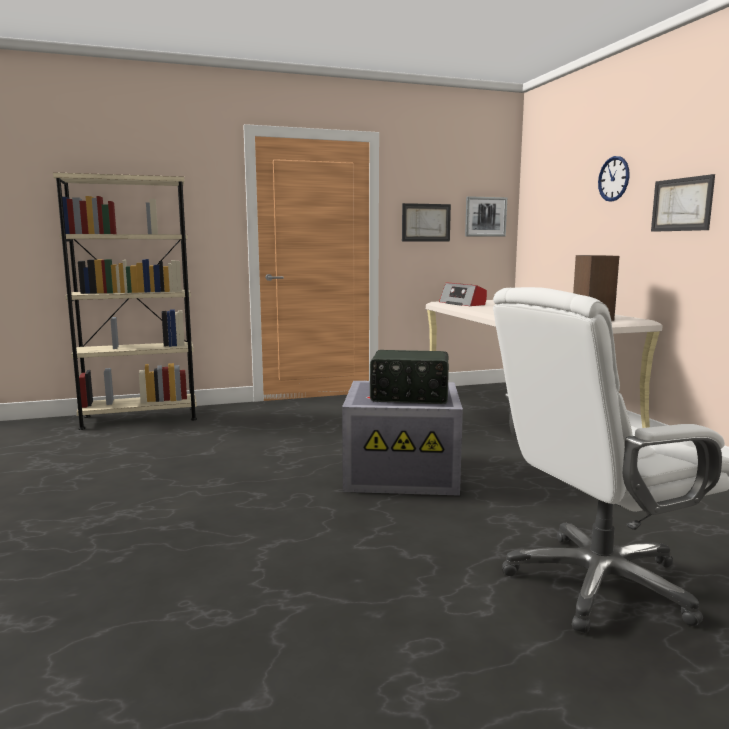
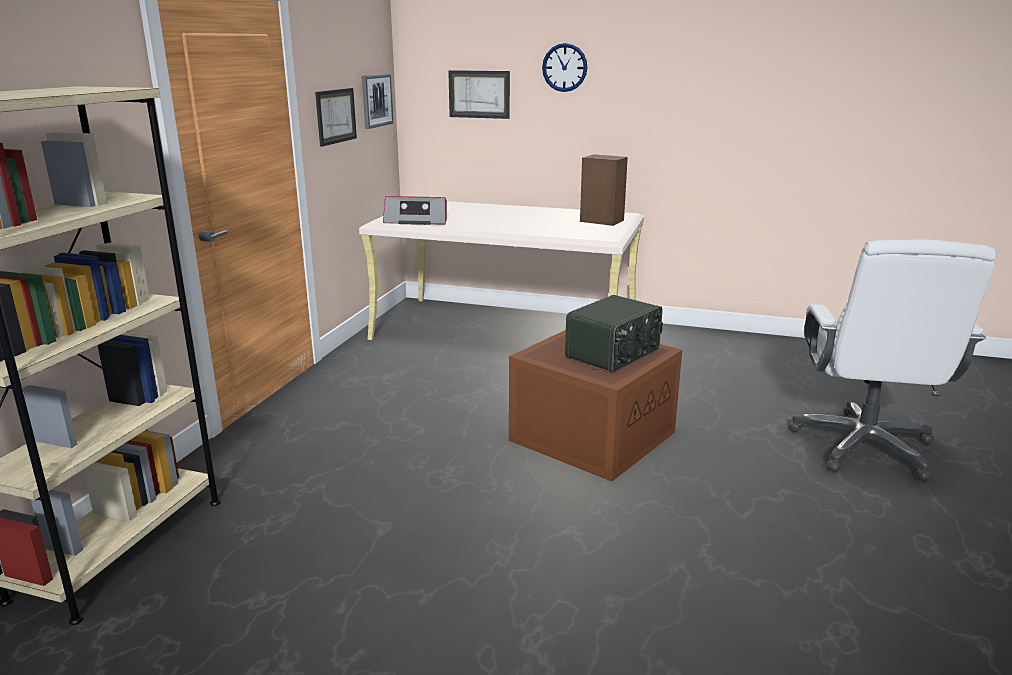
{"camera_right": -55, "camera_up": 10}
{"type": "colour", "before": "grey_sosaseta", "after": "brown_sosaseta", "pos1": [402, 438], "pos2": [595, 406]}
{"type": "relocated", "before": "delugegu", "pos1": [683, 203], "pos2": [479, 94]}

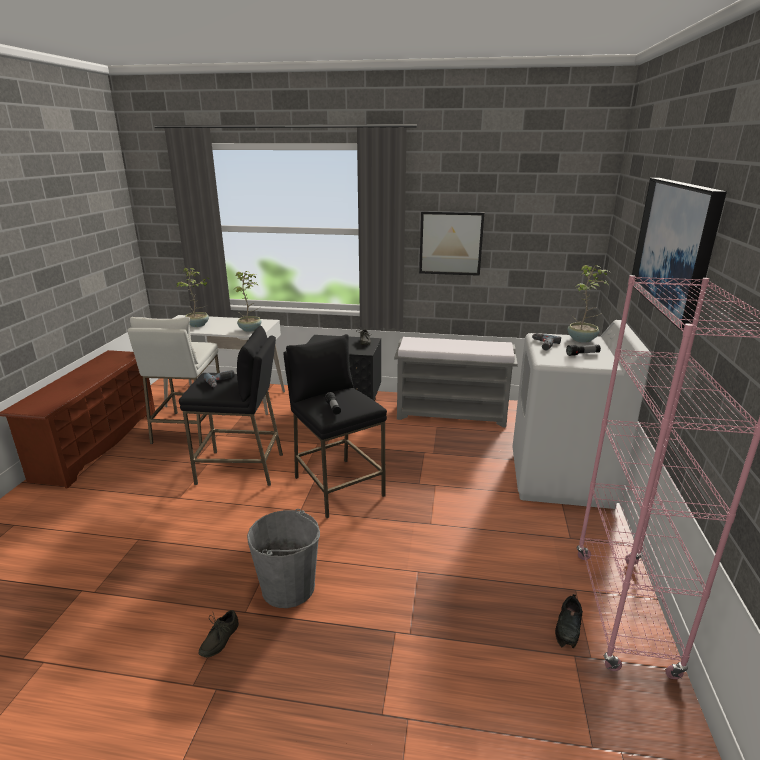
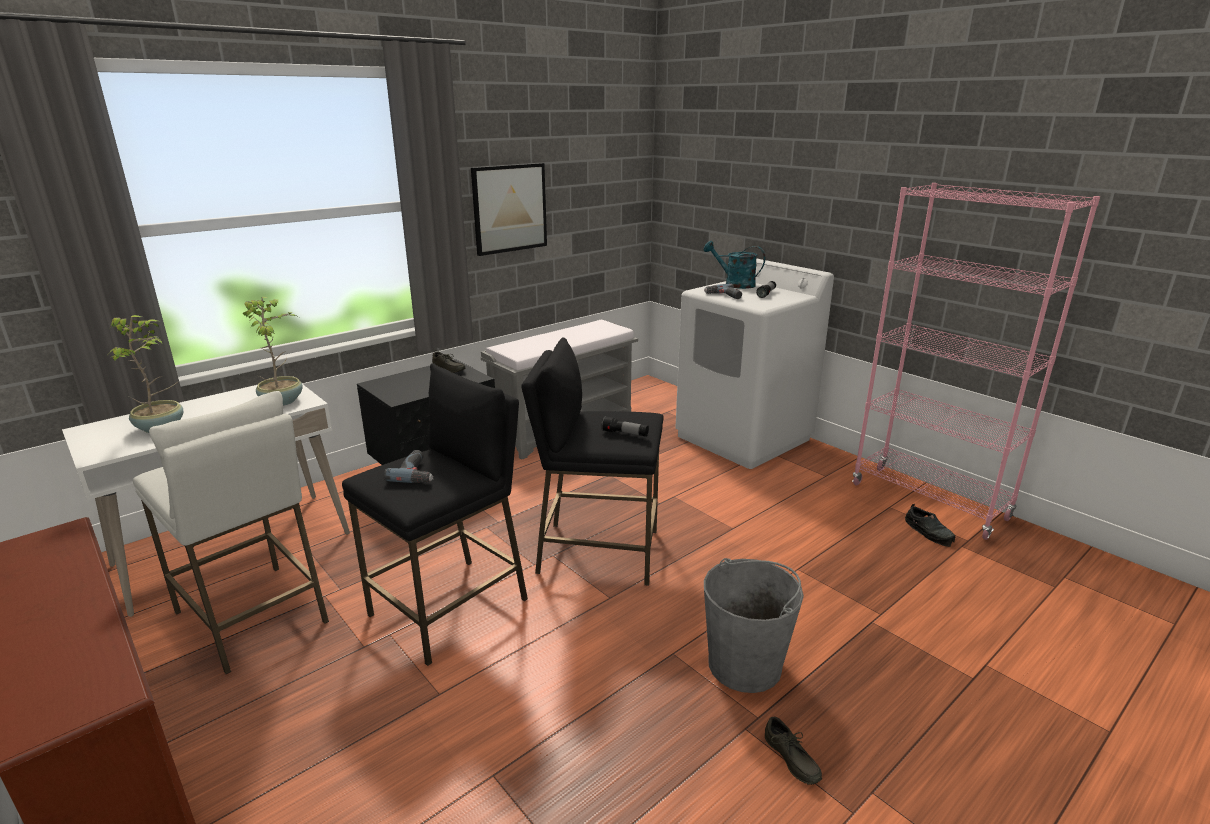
{"camera_right": -50, "camera_up": 0}
{"type": "exchanged", "before": "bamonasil", "after": "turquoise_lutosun", "pos1": [588, 304], "pos2": [734, 265]}
{"type": "missing", "before": "delugegu", "pos1": [679, 254]}

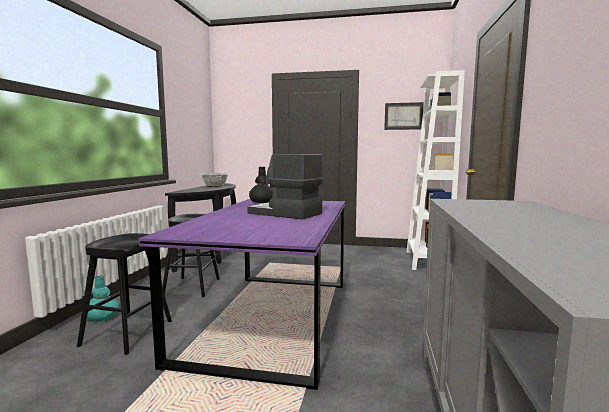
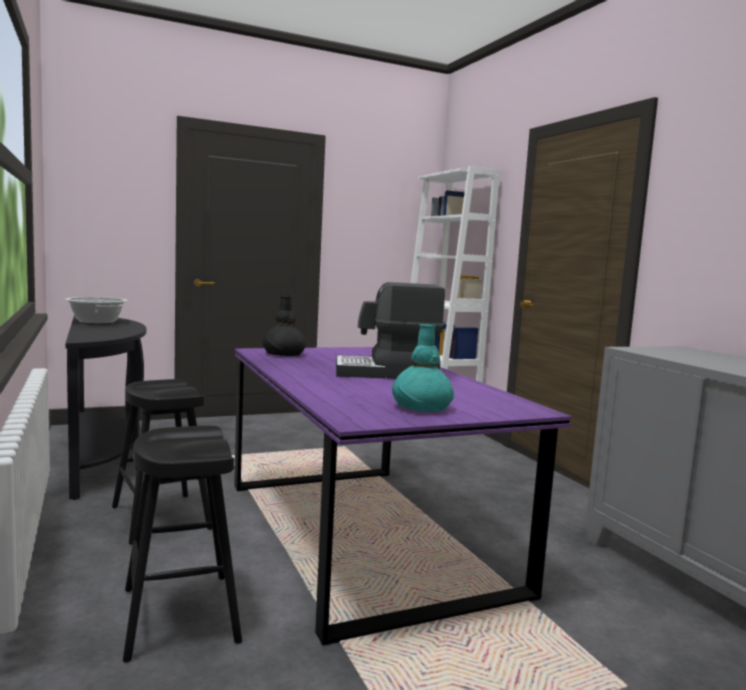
{"camera_right": -35, "camera_up": 0}
{"type": "relocated", "before": "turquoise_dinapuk", "pos1": [103, 299], "pos2": [423, 367]}
{"type": "missing", "before": "delugegu", "pos1": [404, 116]}

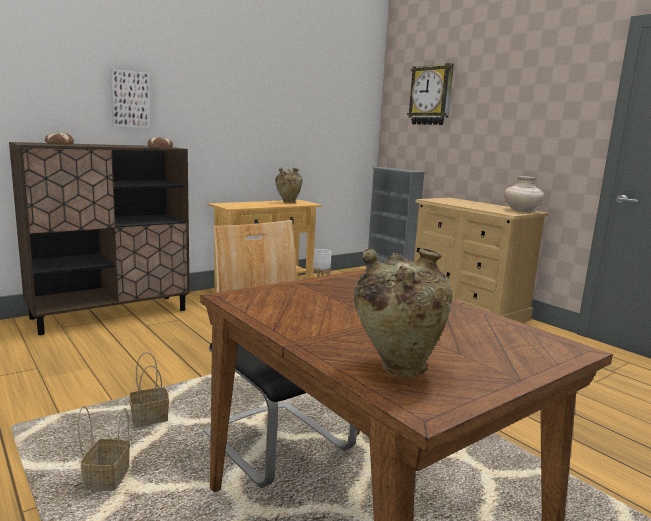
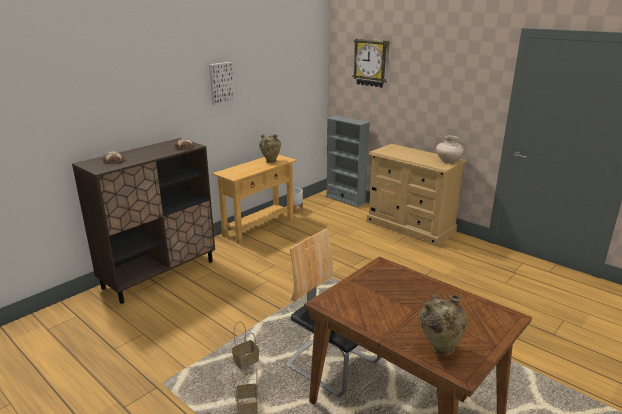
{"camera_right": -10, "camera_up": 10}
{"type": "relocated", "before": "delugegu", "pos1": [130, 98], "pos2": [222, 83]}

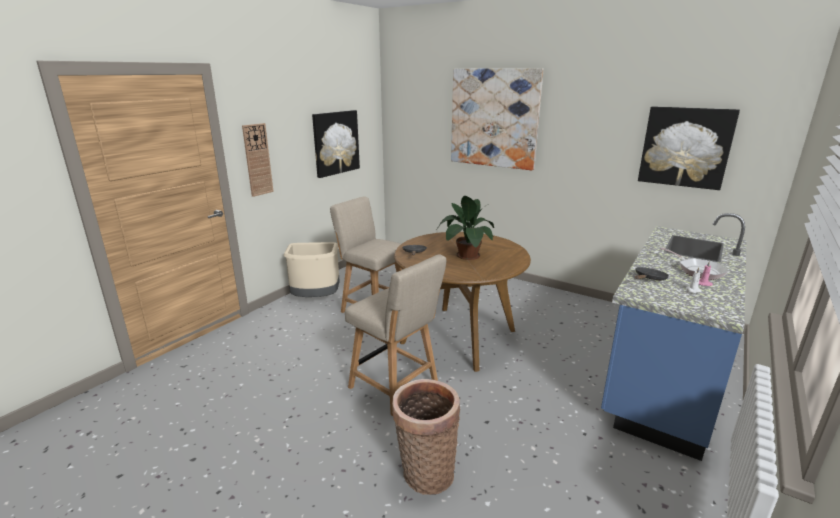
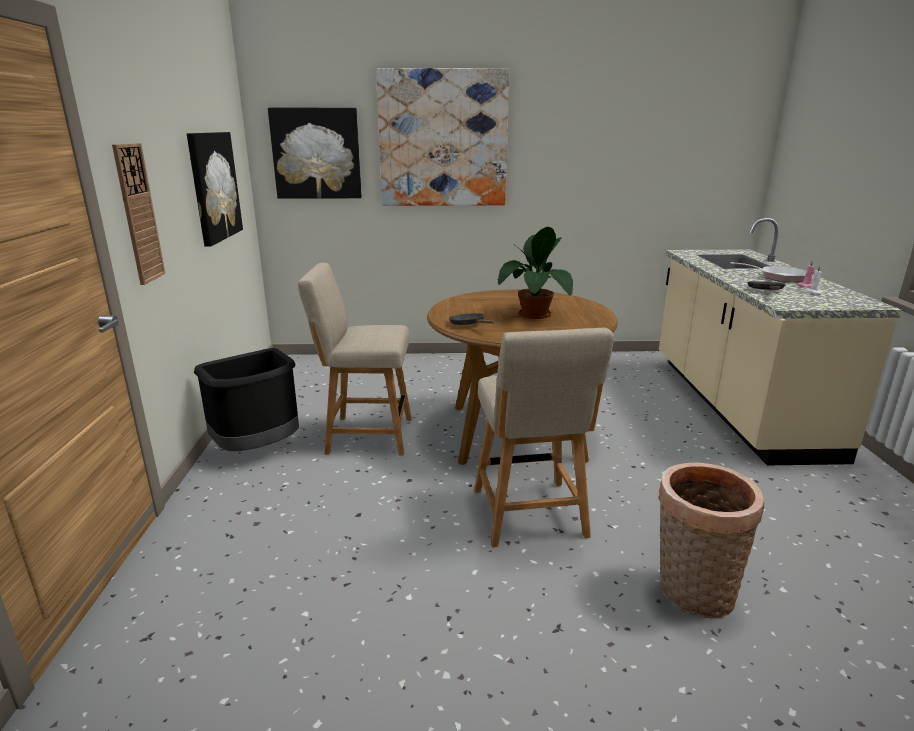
{"camera_right": -35, "camera_up": 0}
{"type": "colour", "before": "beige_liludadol", "after": "black_liludadol", "pos1": [312, 269], "pos2": [246, 399]}
{"type": "spun", "before": "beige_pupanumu", "pos1": [395, 335], "pos2": [544, 437], "turn": 75}
{"type": "colour", "before": "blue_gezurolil", "after": "beige_gezurolil", "pos1": [674, 337], "pos2": [780, 341]}
{"type": "relocated", "before": "delugegu", "pos1": [689, 148], "pos2": [315, 153]}

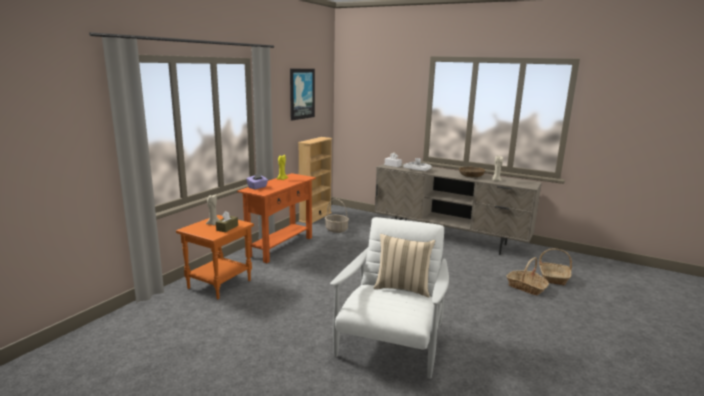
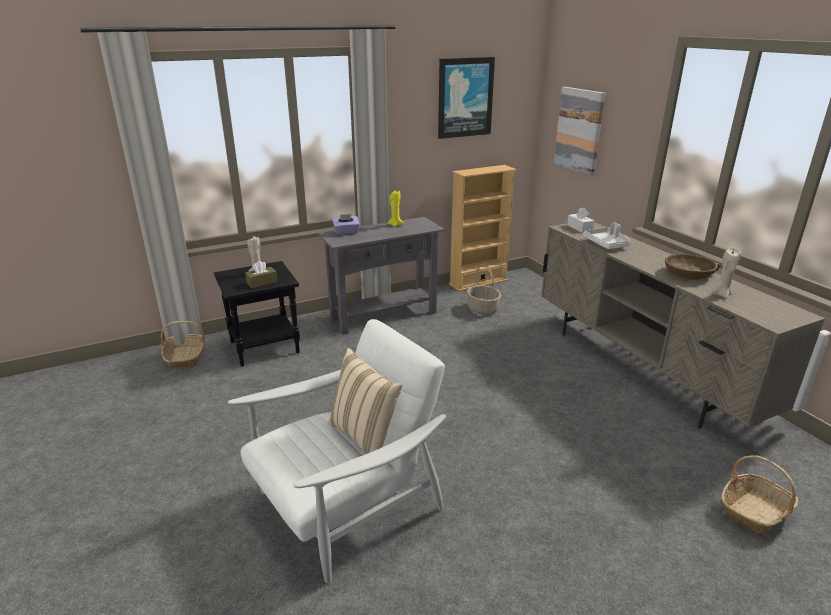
{"camera_right": 35, "camera_up": 10}
{"type": "colour", "before": "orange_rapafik", "after": "black_rapafik", "pos1": [215, 257], "pos2": [257, 314]}
{"type": "colour", "before": "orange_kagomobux", "after": "grey_kagomobux", "pos1": [276, 218], "pos2": [381, 276]}
{"type": "relocated", "before": "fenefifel", "pos1": [528, 276], "pos2": [183, 344]}
{"type": "appeared", "after": "delugegu", "pos2": [579, 131]}

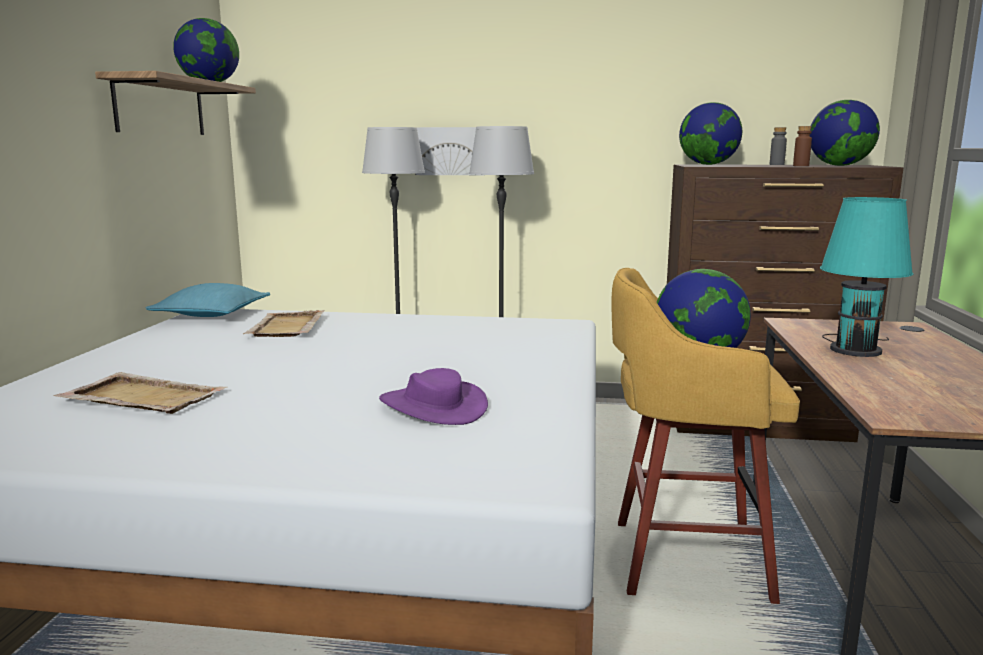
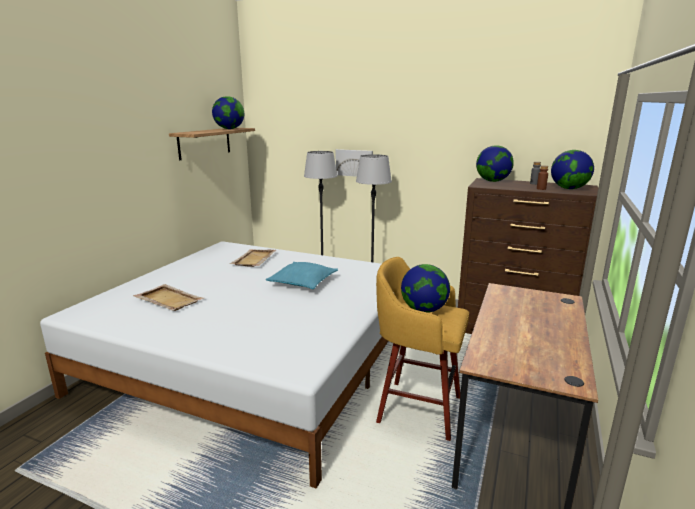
{"camera_right": 15, "camera_up": 5}
{"type": "relocated", "before": "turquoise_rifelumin", "pos1": [208, 300], "pos2": [302, 275]}
{"type": "missing", "before": "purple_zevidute", "pos1": [433, 396]}
{"type": "missing", "before": "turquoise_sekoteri", "pos1": [867, 277]}

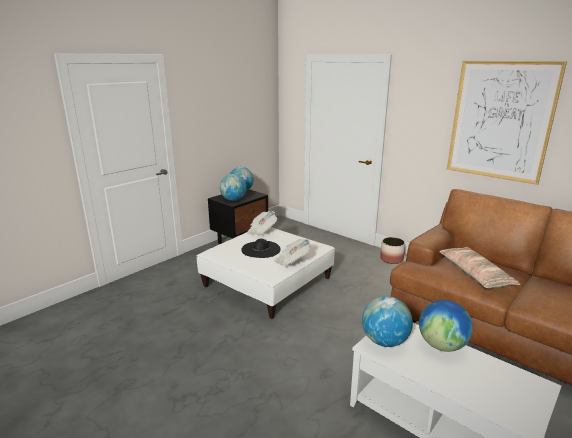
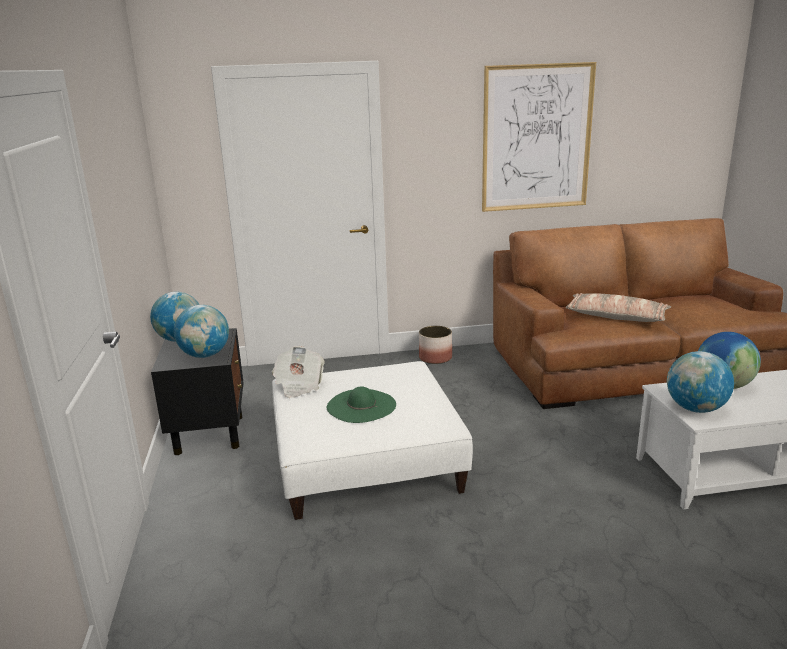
{"camera_right": -50, "camera_up": 0}
{"type": "colour", "before": "black_zevidute", "after": "green_zevidute", "pos1": [261, 248], "pos2": [361, 404]}
{"type": "missing", "before": "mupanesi", "pos1": [292, 253]}

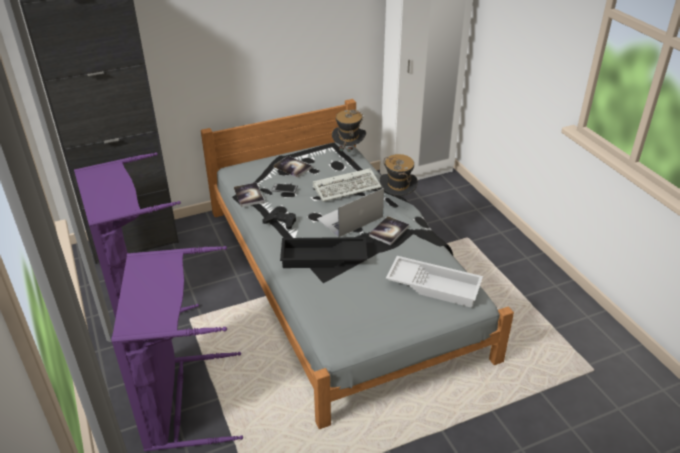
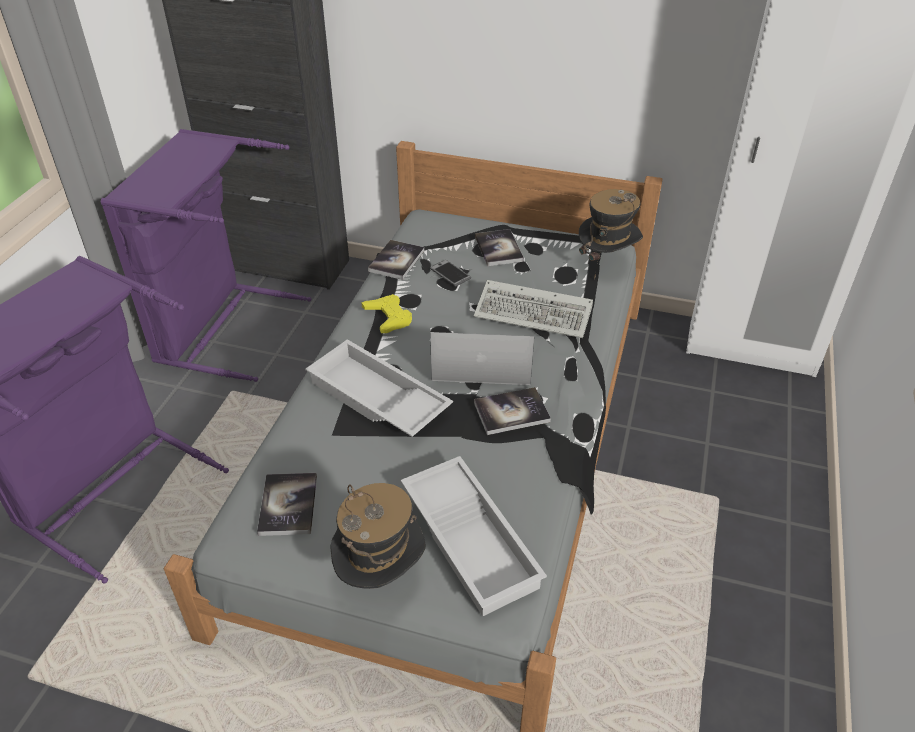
{"camera_right": 40, "camera_up": 5}
{"type": "colour", "before": "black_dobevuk", "after": "yellow_dobevuk", "pos1": [279, 219], "pos2": [387, 313]}
{"type": "colour", "before": "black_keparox", "after": "white_keparox", "pos1": [323, 252], "pos2": [379, 388]}
{"type": "relocated", "before": "zevidute", "pos1": [399, 175], "pos2": [378, 536]}
{"type": "appeared", "after": "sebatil", "pos2": [287, 504]}

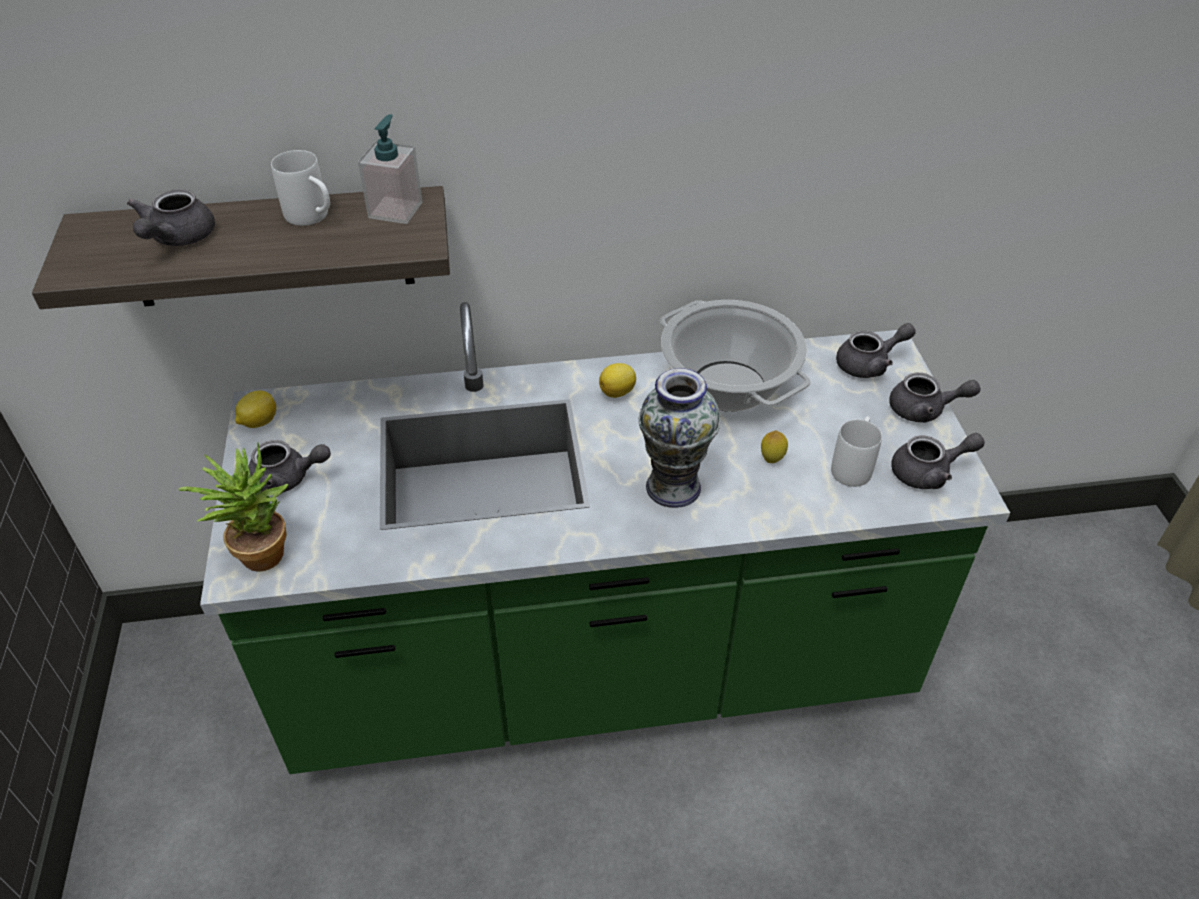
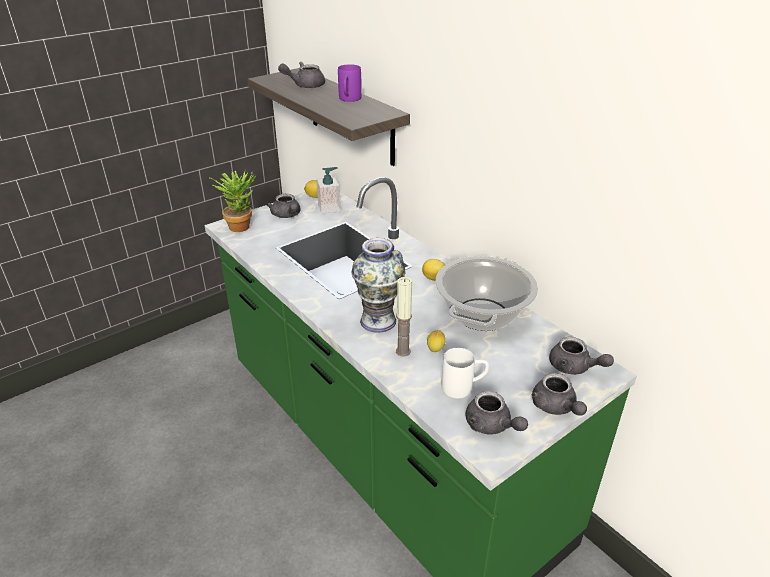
{"camera_right": 60, "camera_up": -10}
{"type": "colour", "before": "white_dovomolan", "after": "purple_dovomolan", "pos1": [300, 188], "pos2": [350, 83]}
{"type": "relocated", "before": "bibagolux", "pos1": [390, 169], "pos2": [328, 190]}
{"type": "appeared", "after": "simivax", "pos2": [404, 317]}

